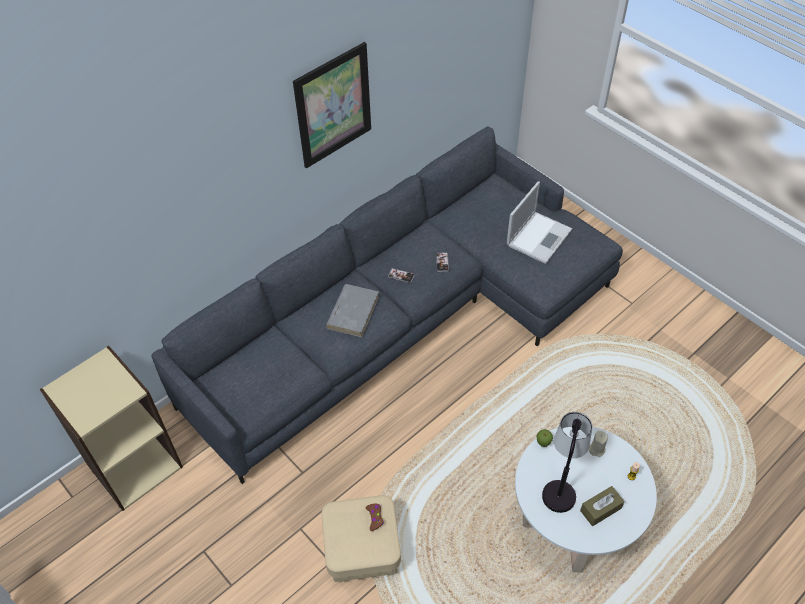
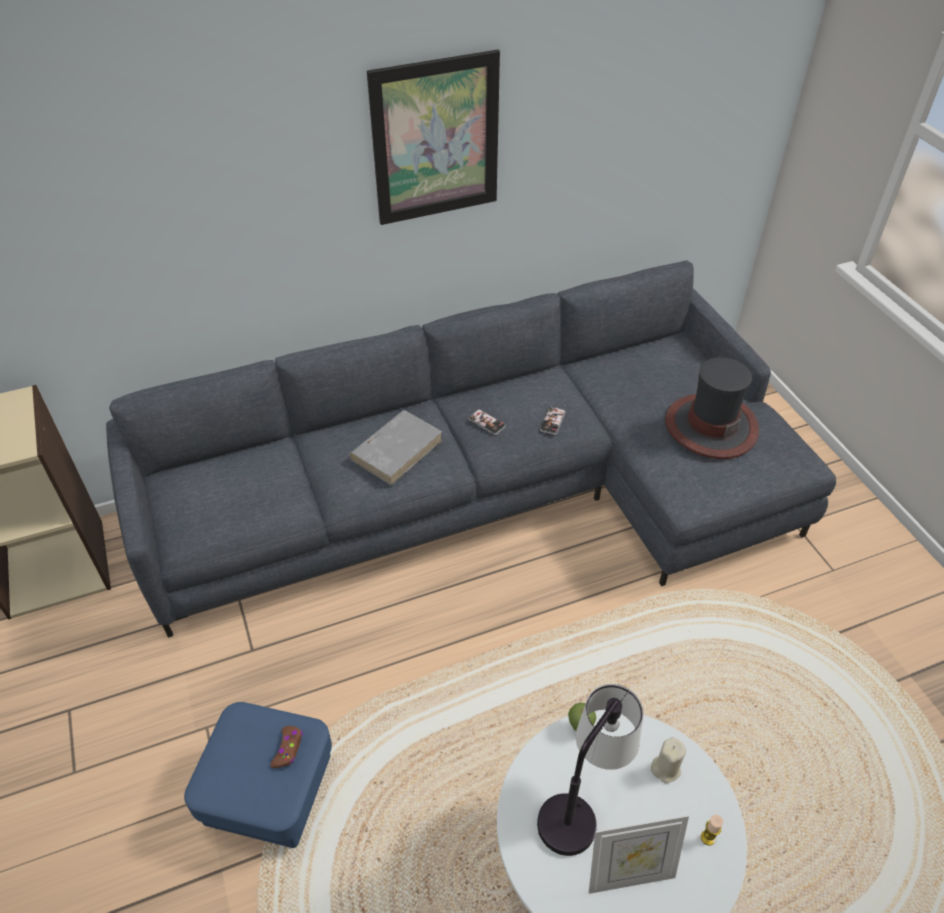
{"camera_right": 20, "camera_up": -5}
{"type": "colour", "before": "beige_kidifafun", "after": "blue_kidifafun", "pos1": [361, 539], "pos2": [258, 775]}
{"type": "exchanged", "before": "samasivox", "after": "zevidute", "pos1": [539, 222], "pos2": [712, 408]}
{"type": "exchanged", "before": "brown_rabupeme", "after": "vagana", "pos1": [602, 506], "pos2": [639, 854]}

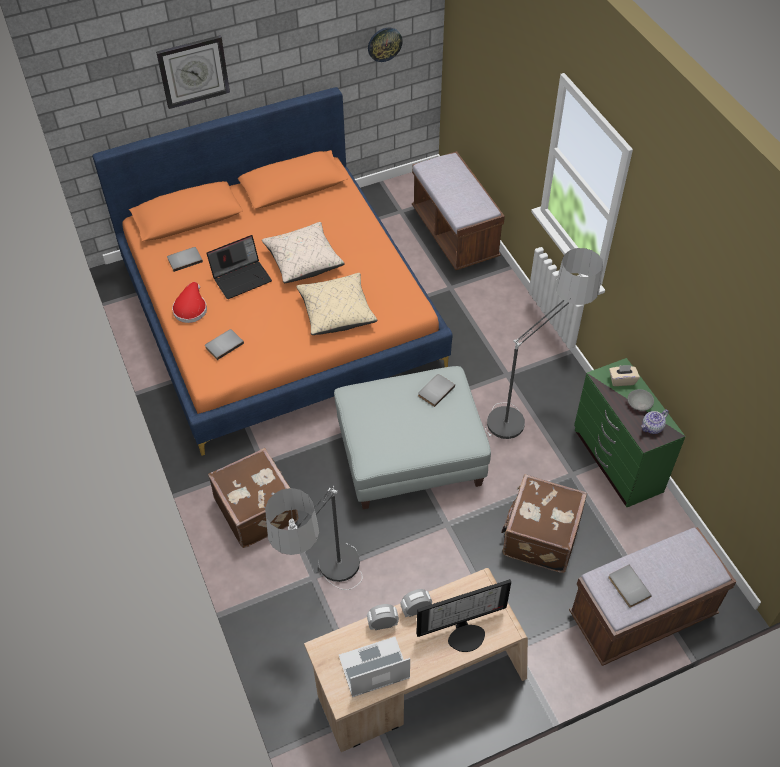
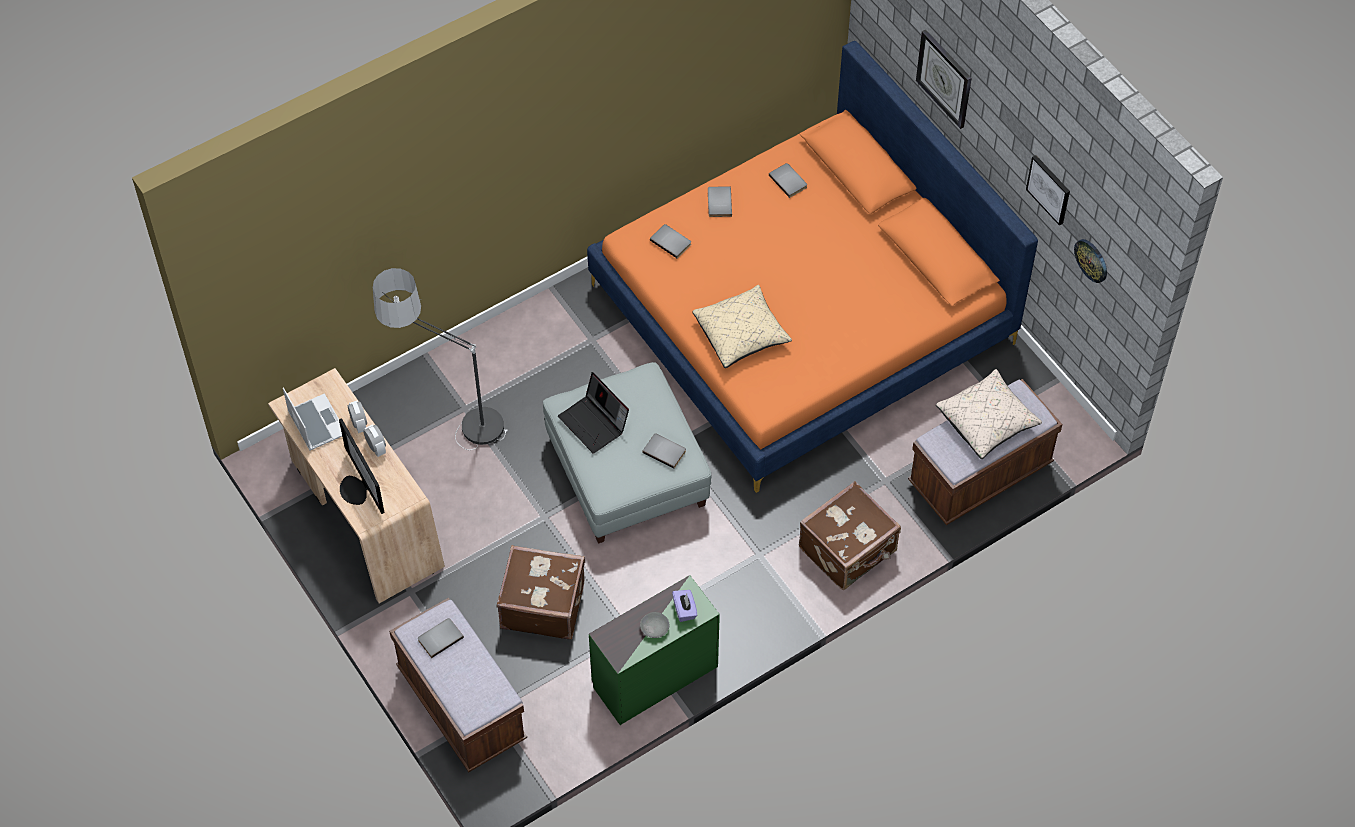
{"camera_right": 80, "camera_up": 5}
{"type": "exchanged", "before": "red_zevidute", "after": "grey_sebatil", "pos1": [189, 302], "pos2": [720, 201]}
{"type": "relocated", "before": "samasivox", "pos1": [239, 267], "pos2": [593, 413]}
{"type": "relocated", "before": "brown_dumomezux", "pos1": [253, 498], "pos2": [850, 535]}
{"type": "relocated", "before": "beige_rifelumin", "pos1": [303, 252], "pos2": [989, 414]}
{"type": "missing", "before": "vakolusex", "pos1": [544, 343]}
{"type": "colour", "before": "beige_rabupeme", "after": "purple_rabupeme", "pos1": [624, 375], "pos2": [684, 606]}
{"type": "missing", "before": "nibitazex", "pos1": [655, 421]}
{"type": "appeared", "after": "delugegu", "pos2": [1048, 190]}

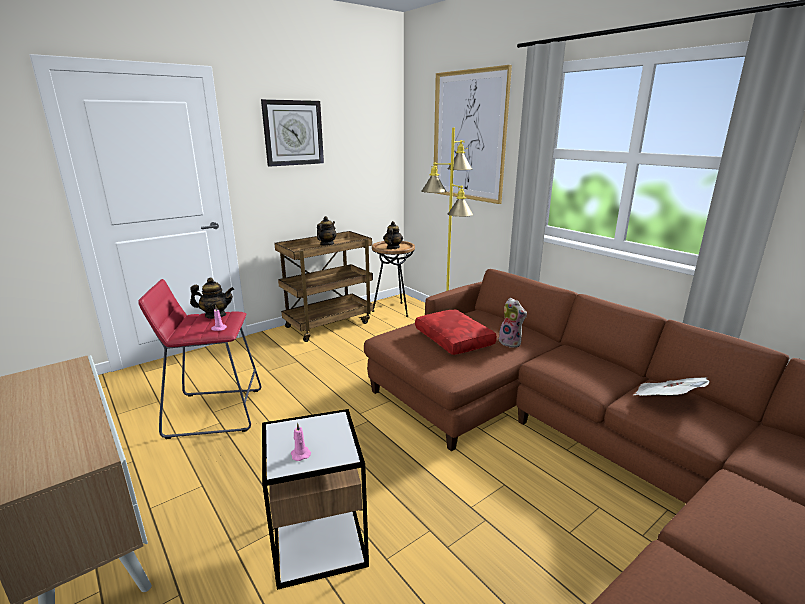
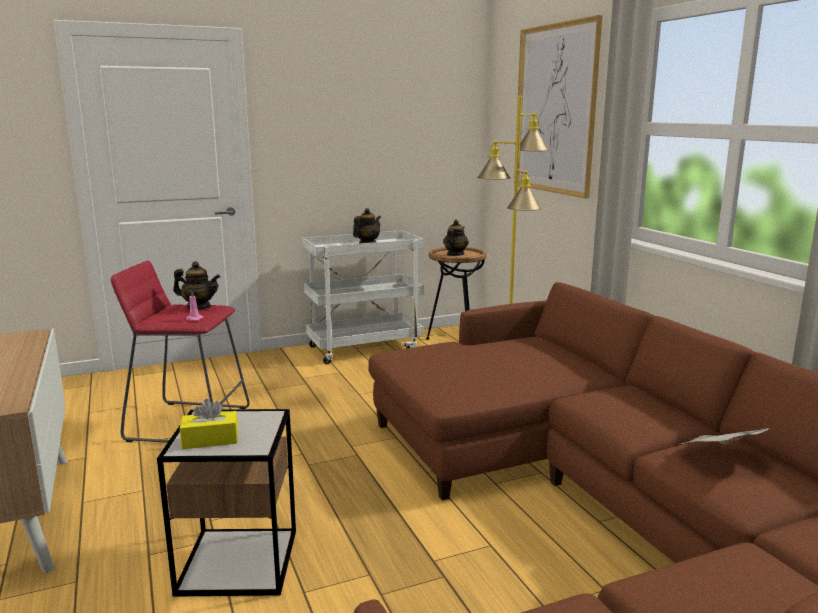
{"camera_right": 15, "camera_up": -5}
{"type": "missing", "before": "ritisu", "pos1": [292, 133]}
{"type": "colour", "before": "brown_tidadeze", "after": "white_tidadeze", "pos1": [324, 286], "pos2": [363, 297]}
{"type": "exchanged", "before": "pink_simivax", "after": "yellow_rabupeme", "pos1": [301, 442], "pos2": [209, 424]}
{"type": "missing", "before": "red_rifelumin", "pos1": [456, 332]}
{"type": "missing", "before": "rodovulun", "pos1": [513, 323]}

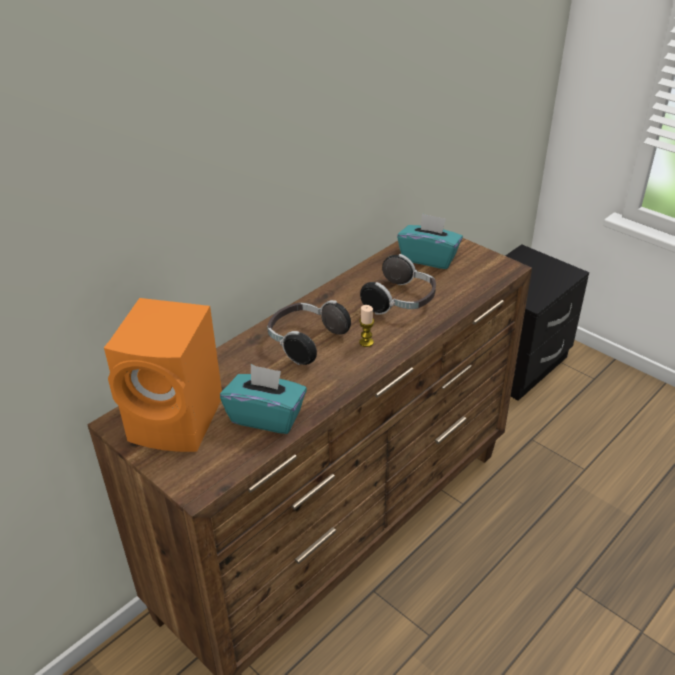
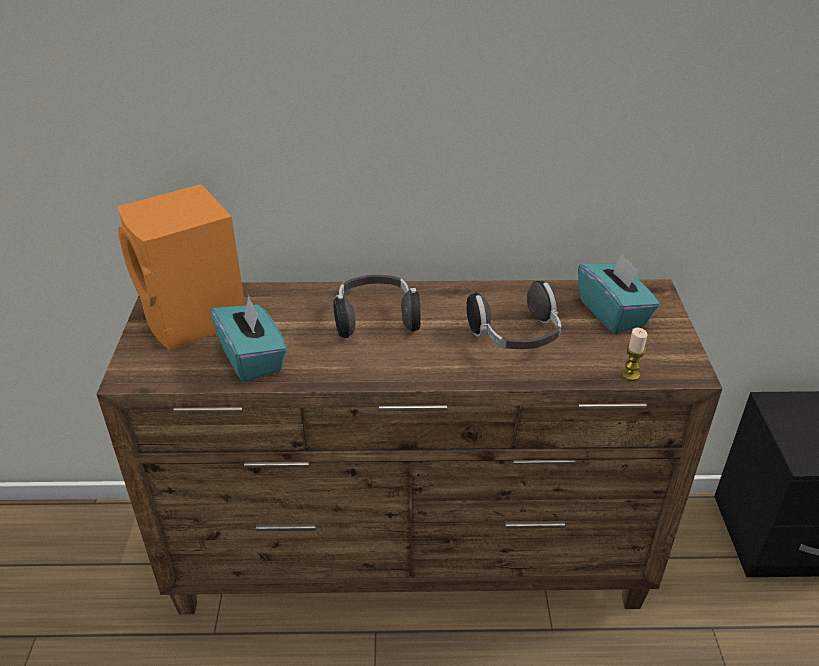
{"camera_right": 45, "camera_up": 0}
{"type": "relocated", "before": "simivax", "pos1": [366, 326], "pos2": [634, 354]}

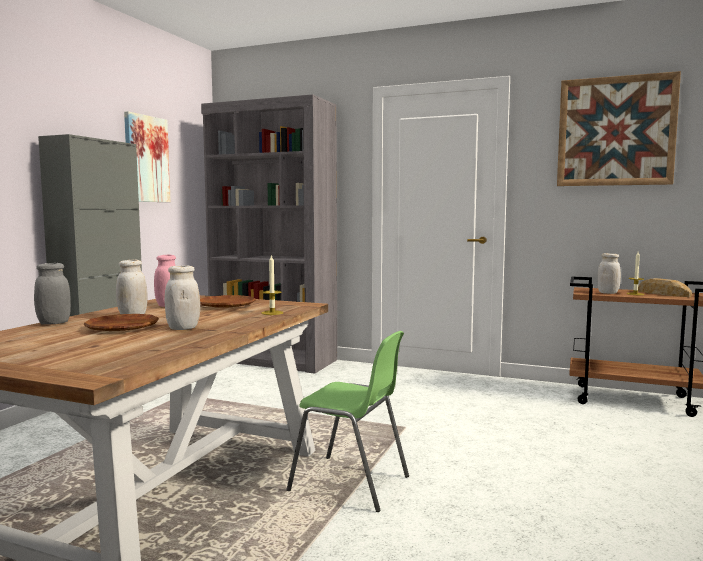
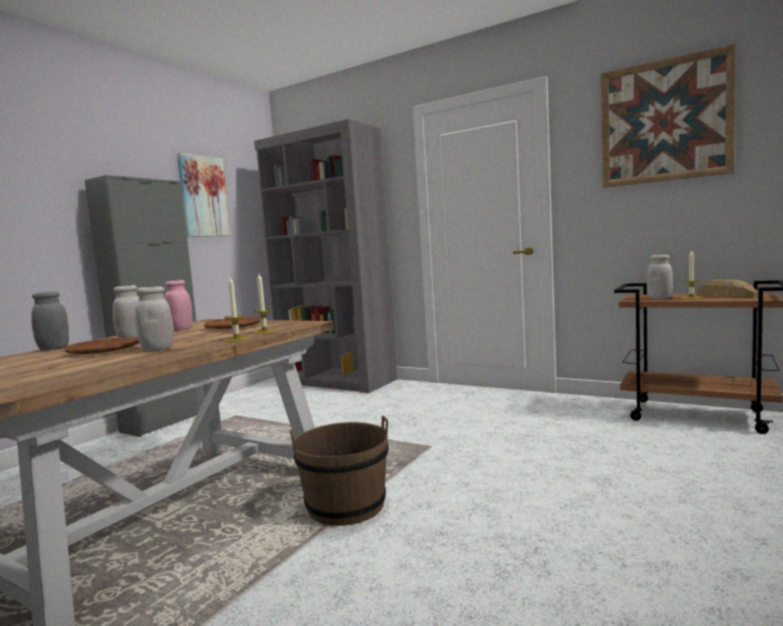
{"camera_right": 10, "camera_up": 0}
{"type": "exchanged", "before": "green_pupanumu", "after": "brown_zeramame", "pos1": [347, 421], "pos2": [339, 471]}
{"type": "appeared", "after": "simivax", "pos2": [236, 309]}

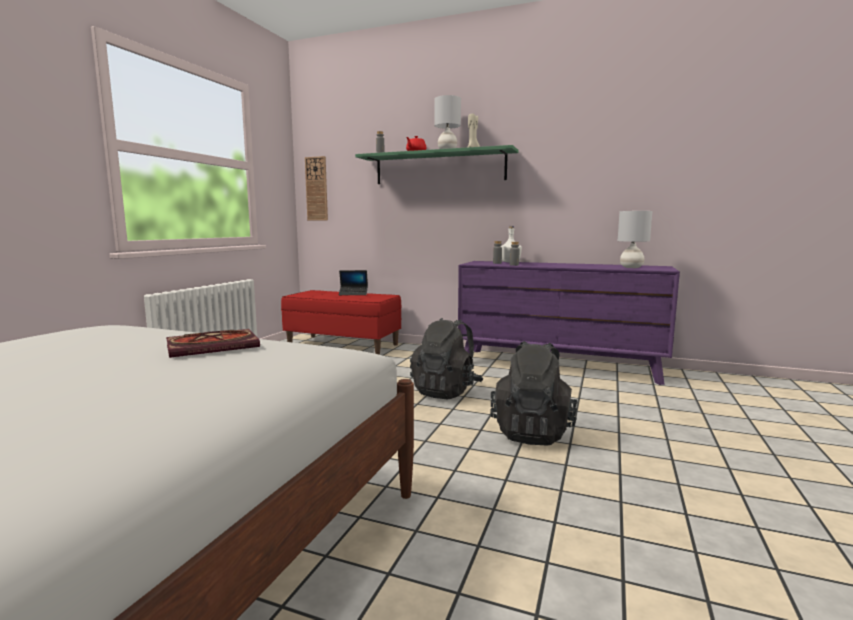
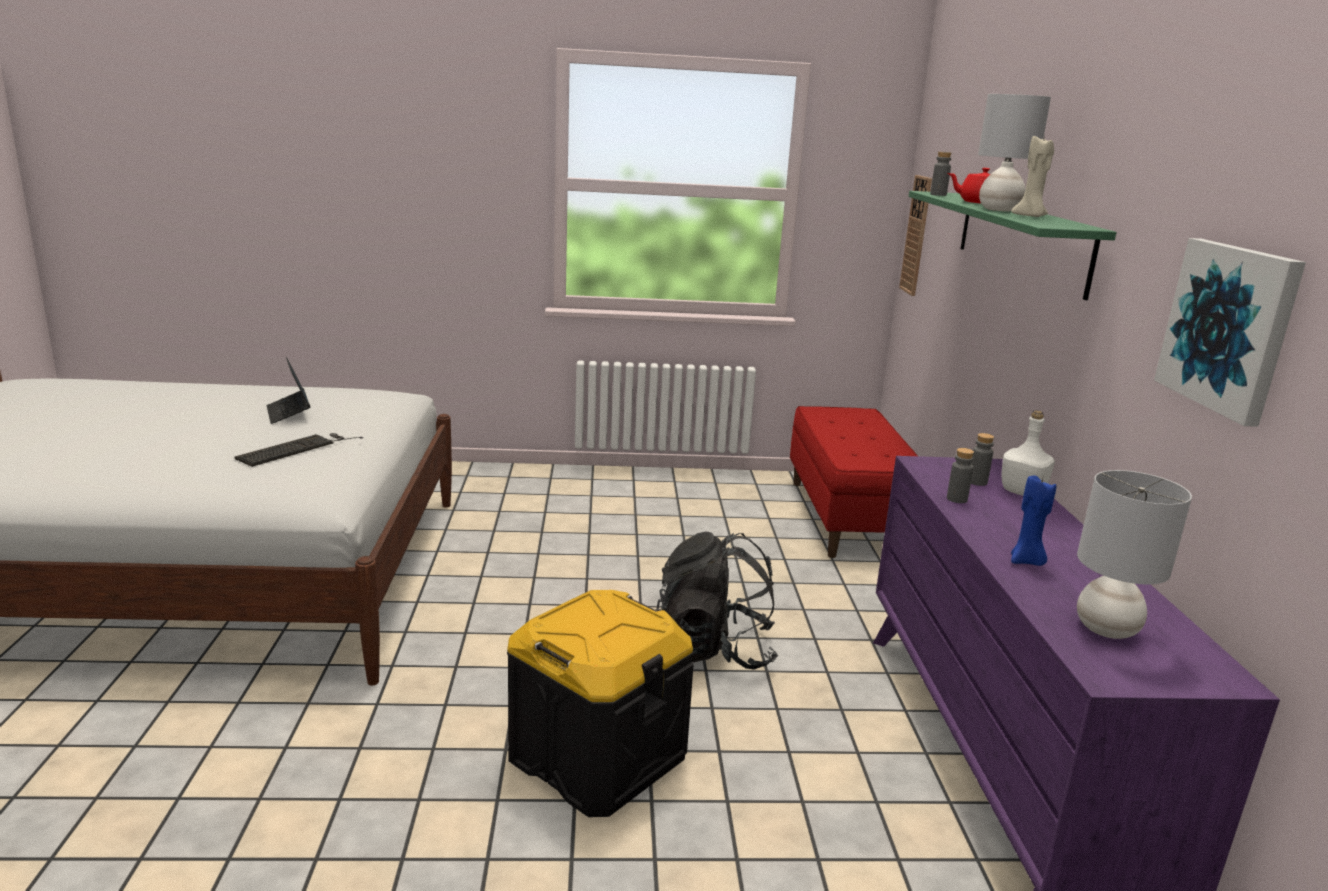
{"camera_right": 65, "camera_up": 10}
{"type": "exchanged", "before": "sebatil", "after": "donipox", "pos1": [213, 343], "pos2": [299, 450]}
{"type": "relocated", "before": "samasivox", "pos1": [353, 282], "pos2": [288, 390]}
{"type": "exchanged", "before": "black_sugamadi", "after": "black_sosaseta", "pos1": [534, 393], "pos2": [600, 703]}
{"type": "appeared", "after": "blue_simivax", "pos2": [1033, 520]}
{"type": "appeared", "after": "delugegu", "pos2": [1230, 332]}

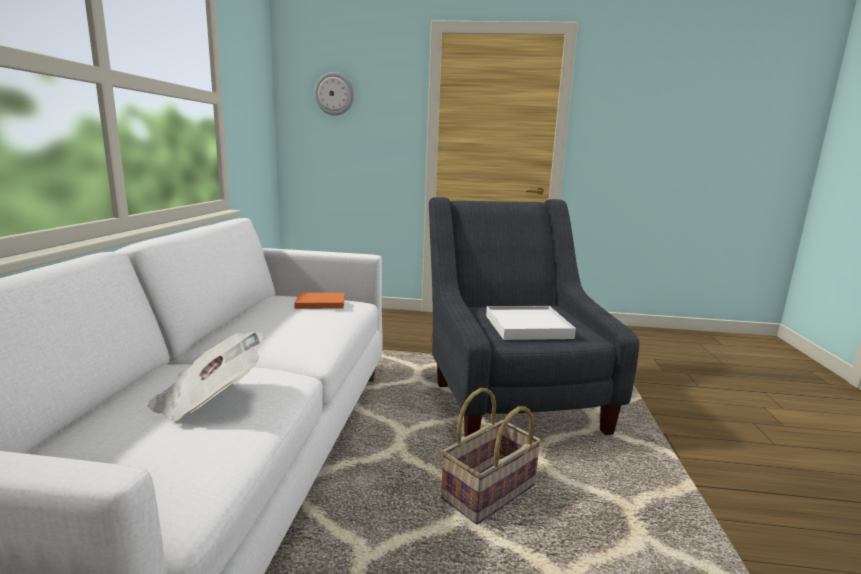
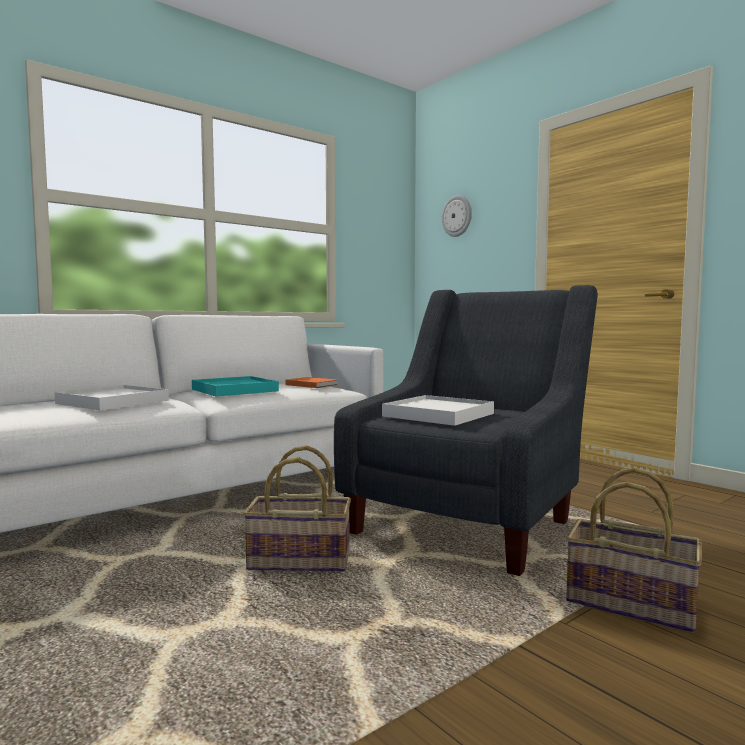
{"camera_right": 45, "camera_up": -10}
{"type": "exchanged", "before": "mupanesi", "after": "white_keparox", "pos1": [206, 376], "pos2": [112, 397]}
{"type": "appeared", "after": "turquoise_keparox", "pos2": [235, 386]}
{"type": "appeared", "after": "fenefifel", "pos2": [634, 550]}

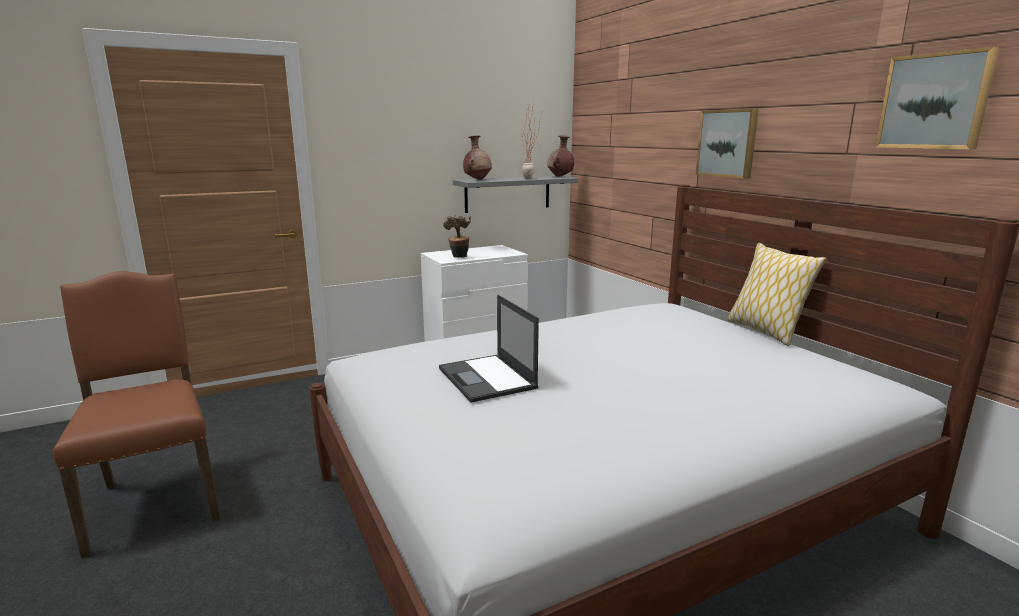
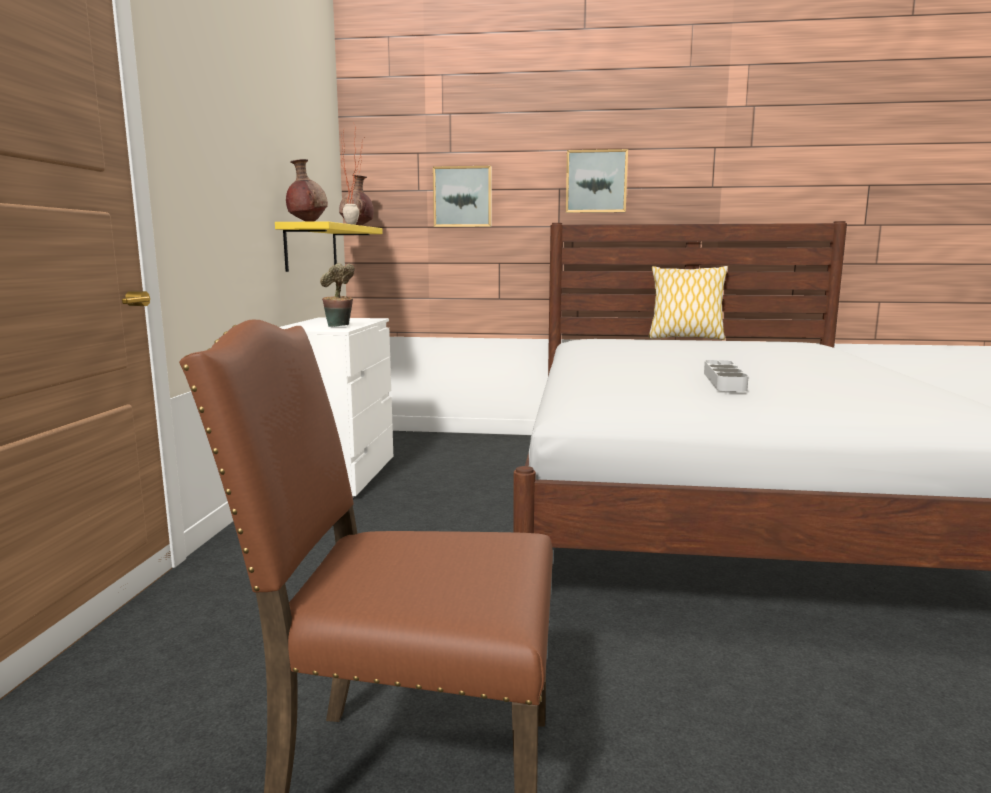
{"camera_right": -55, "camera_up": -5}
{"type": "exchanged", "before": "samasivox", "after": "grey_keparox", "pos1": [489, 349], "pos2": [726, 376]}
{"type": "colour", "before": "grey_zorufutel", "after": "yellow_zorufutel", "pos1": [515, 194], "pos2": [329, 246]}
{"type": "relocated", "before": "delugegu", "pos1": [937, 98], "pos2": [462, 196]}

